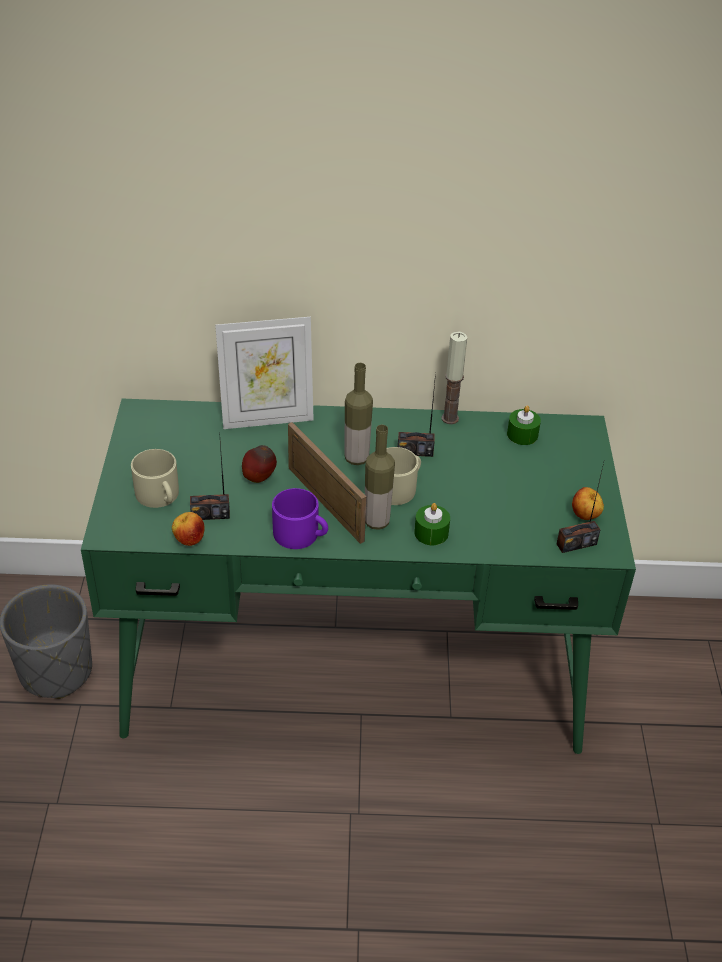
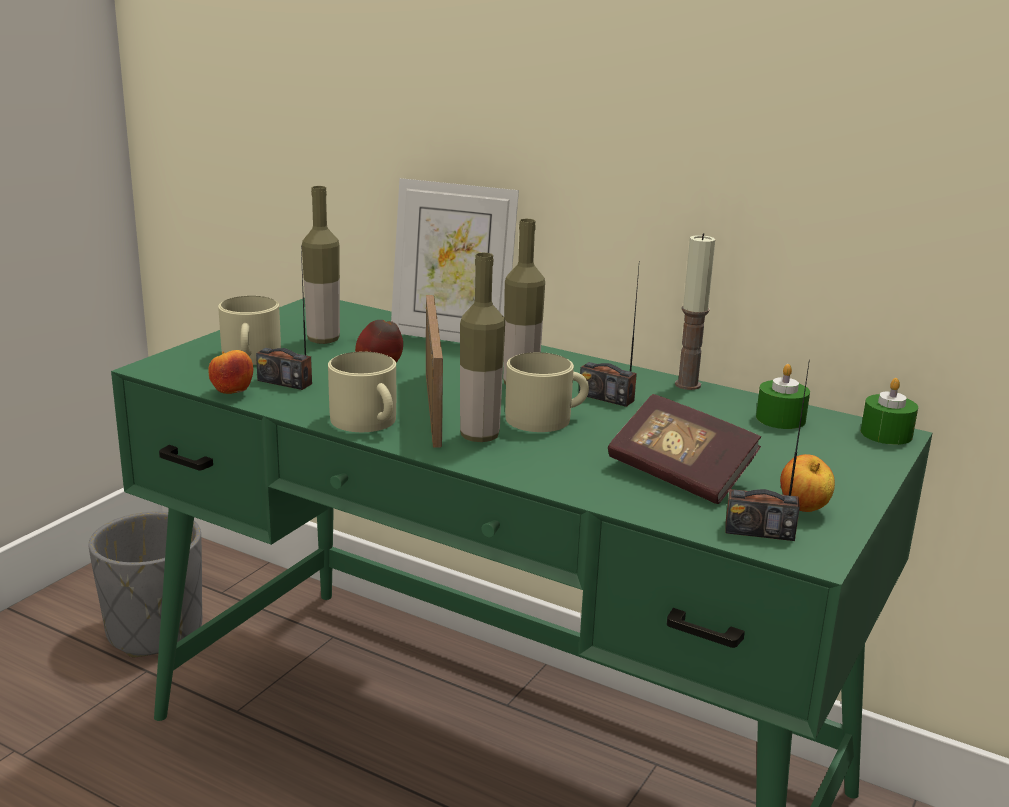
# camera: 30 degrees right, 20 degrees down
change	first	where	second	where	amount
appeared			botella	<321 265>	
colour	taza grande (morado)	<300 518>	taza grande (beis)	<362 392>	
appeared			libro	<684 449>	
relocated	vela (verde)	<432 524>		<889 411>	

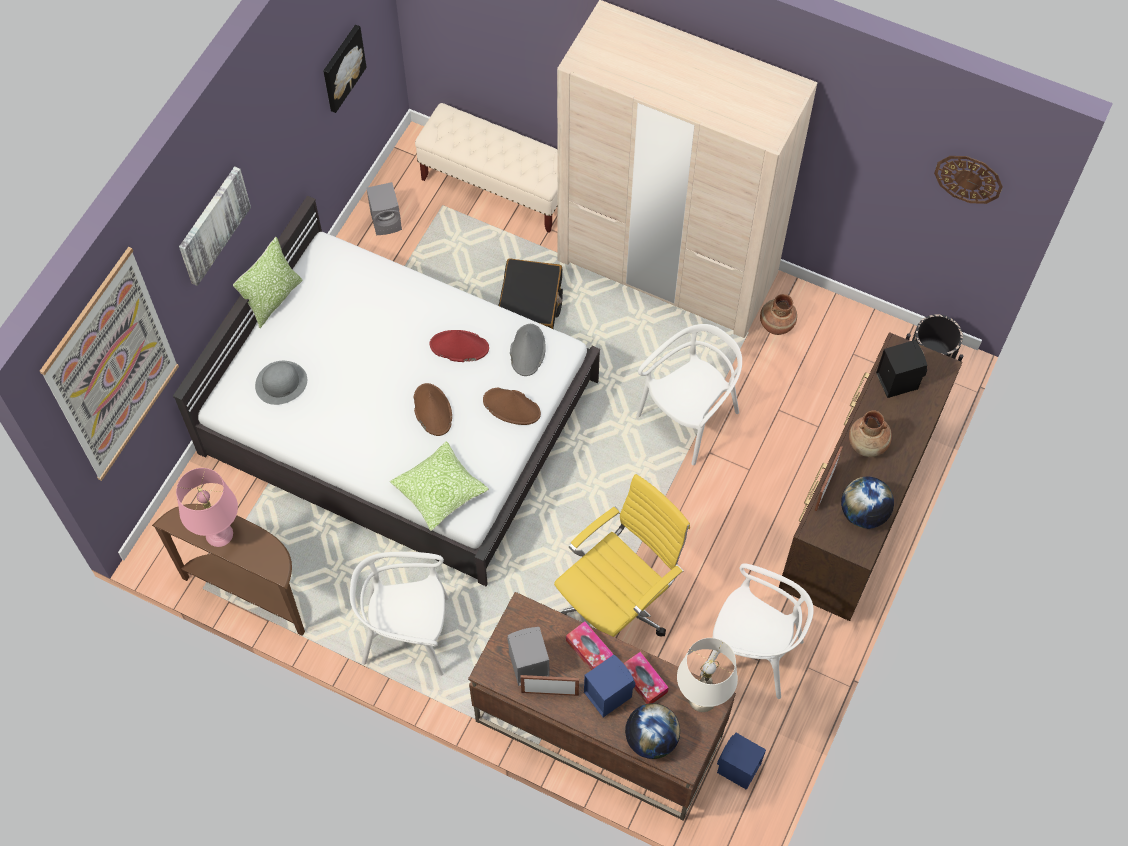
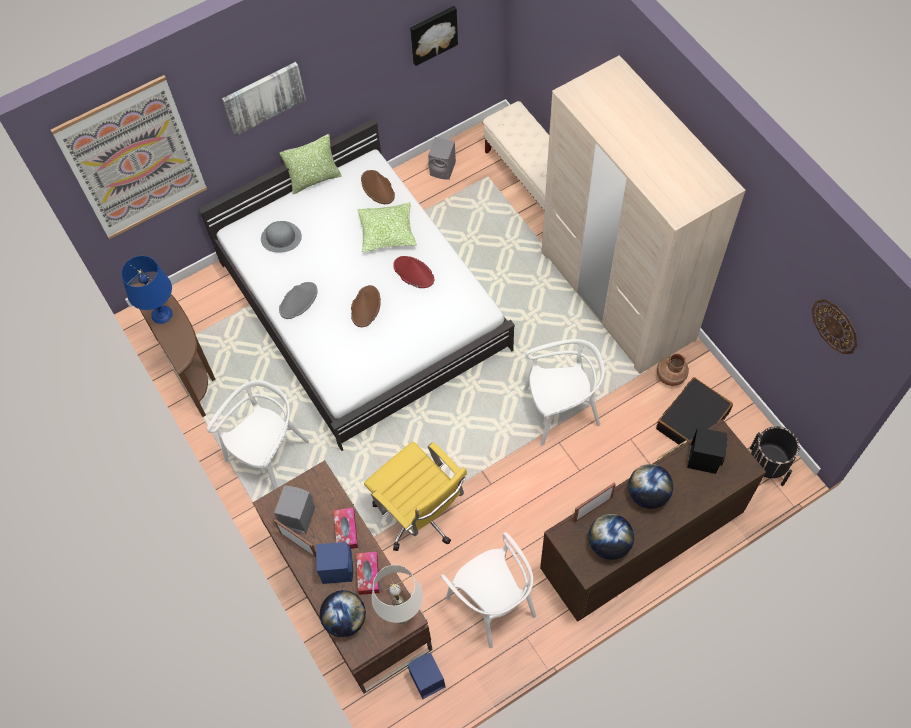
# camera: 35 degrees right, 0 degrees up
change	first	where	second	where	amount
colour	lámpara de mesa (rosa)	<207 507>	lámpara de mesa (azul)	<146 290>	
spun	silla (blanco)	<399 614>		<258 435>	90 degrees clockwise
relocated	sombrero (gris)	<528 350>		<298 300>	
relocated	cojín	<439 486>		<387 227>	
relocated	sombrero (marrón)	<512 406>		<378 187>	
spun	silla de oficina (amarillo)	<622 555>		<415 496>	60 degrees clockwise
exchanged	florero (marrón)	<870 433>	globo terráqueo	<650 486>	
relocated	maleta (negro)	<530 293>		<694 411>	

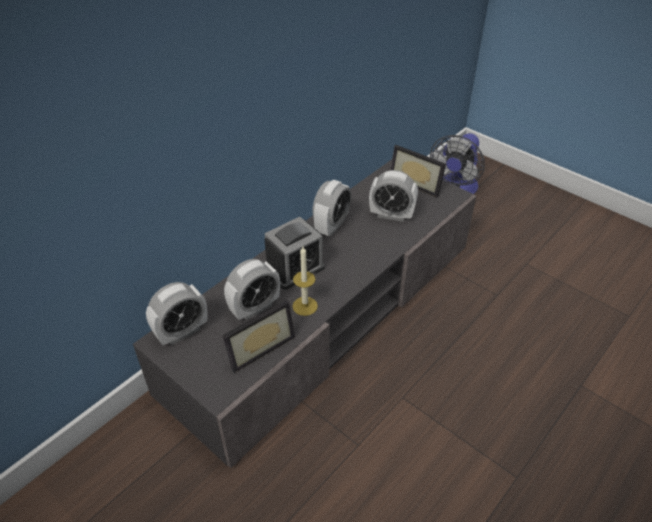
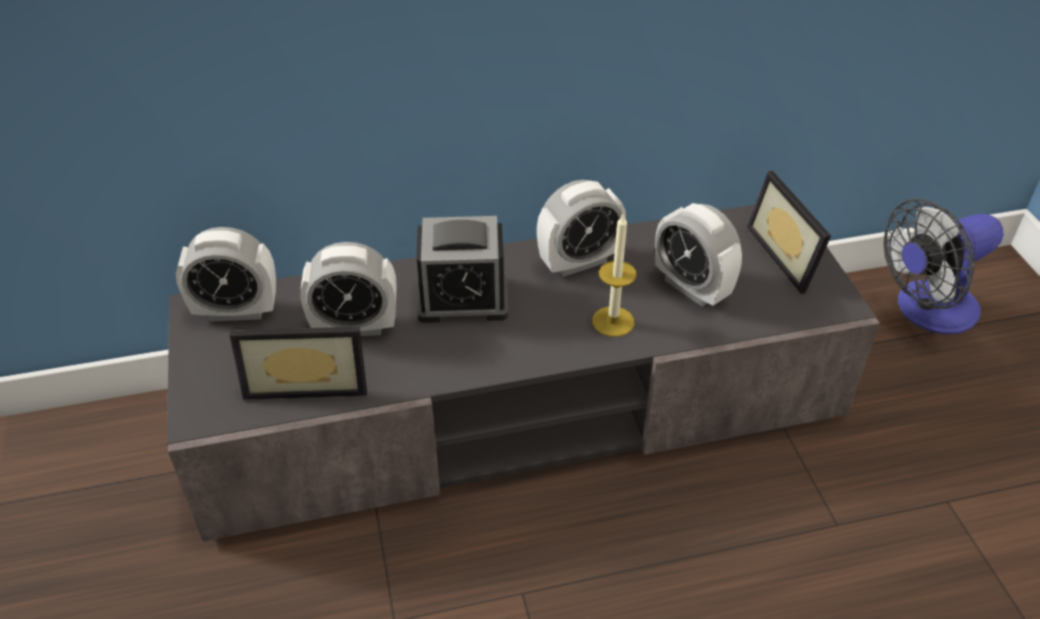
# camera: 35 degrees right, 0 degrees up
change	first	where	second	where	amount
relocated	vela	<305 281>		<614 275>	

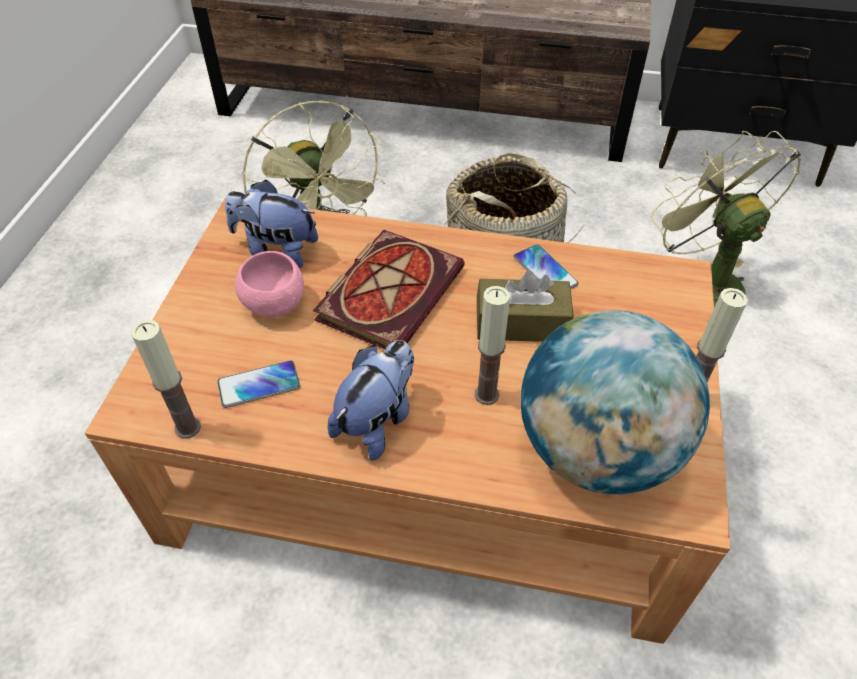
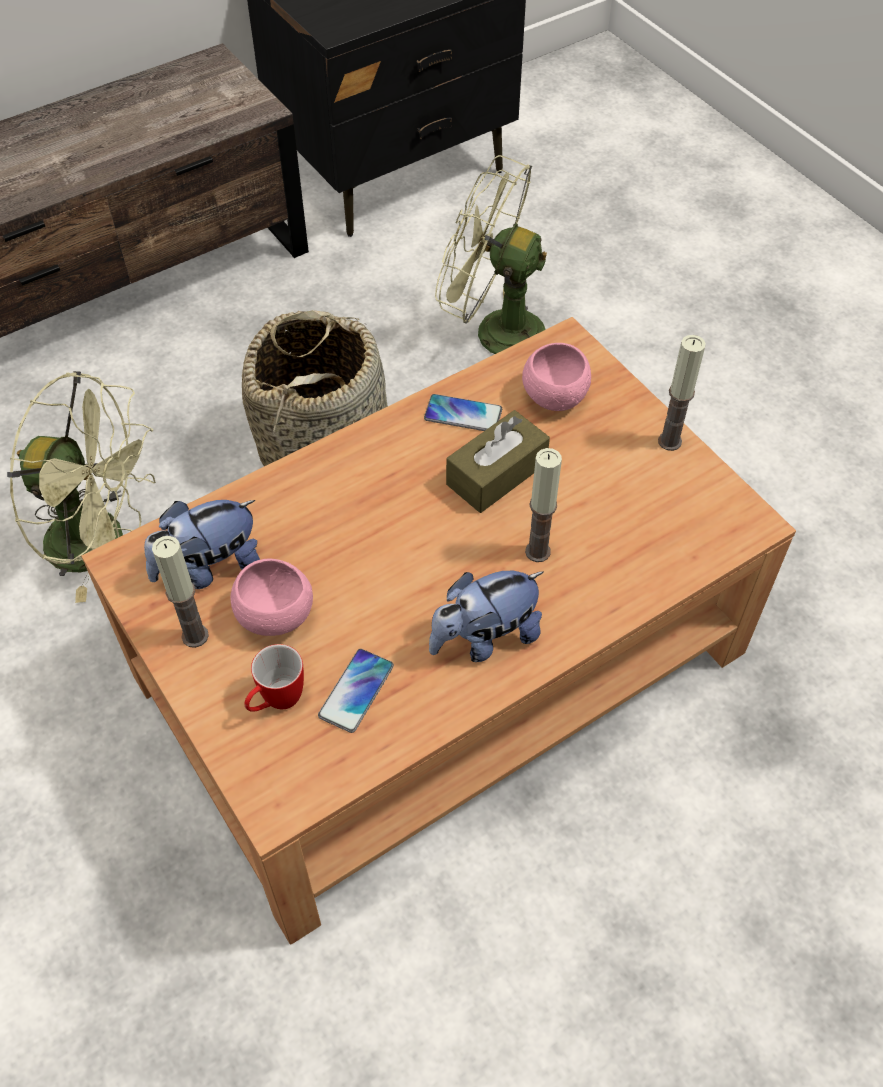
# camera: 45 degrees left, 5 degrees up
change	first	where	second	where	amount
relocated	vela	<166 379>		<180 592>	
appeared			taza grande	<274 678>	
spun	peluche	<371 400>		<486 616>	105 degrees counterclockwise
appeared			cuenco (rosa)	<556 377>	
missing	libro	<388 289>			
missing	globo terráqueo	<615 402>			

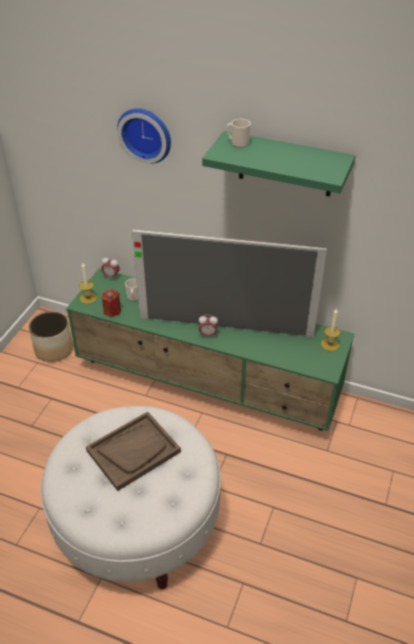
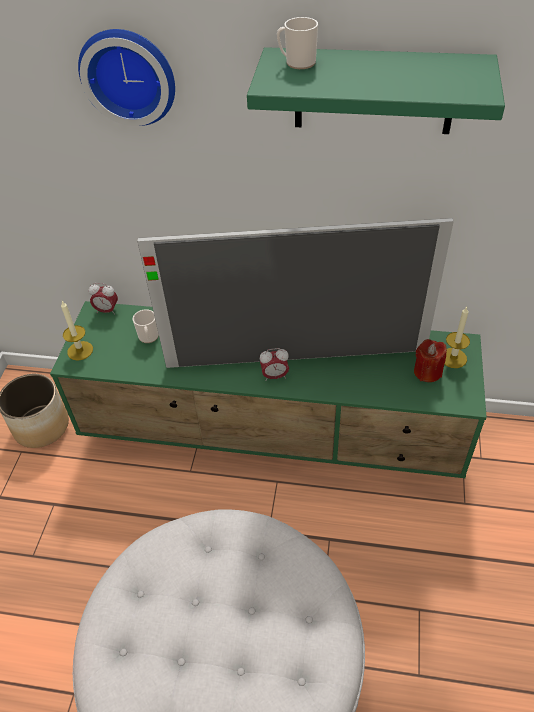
# camera: 10 degrees left, 5 degrees up
change	first	where	second	where	amount
relocated	vela (rojo)	<111 303>		<430 360>	
missing	bandeja (marrón)	<133 451>			

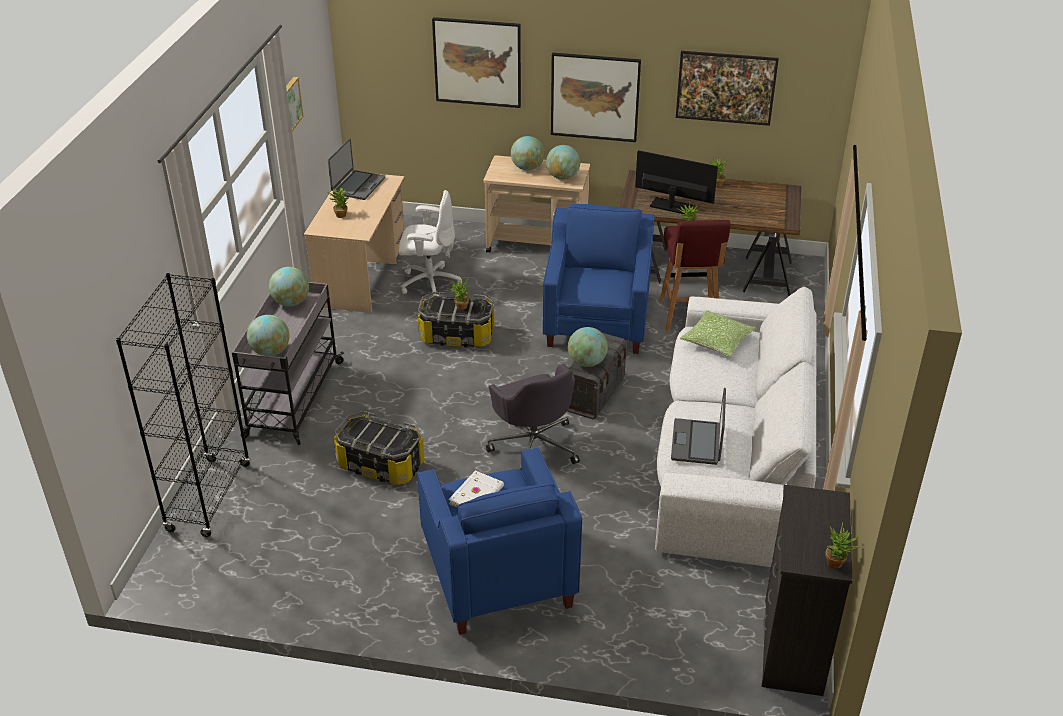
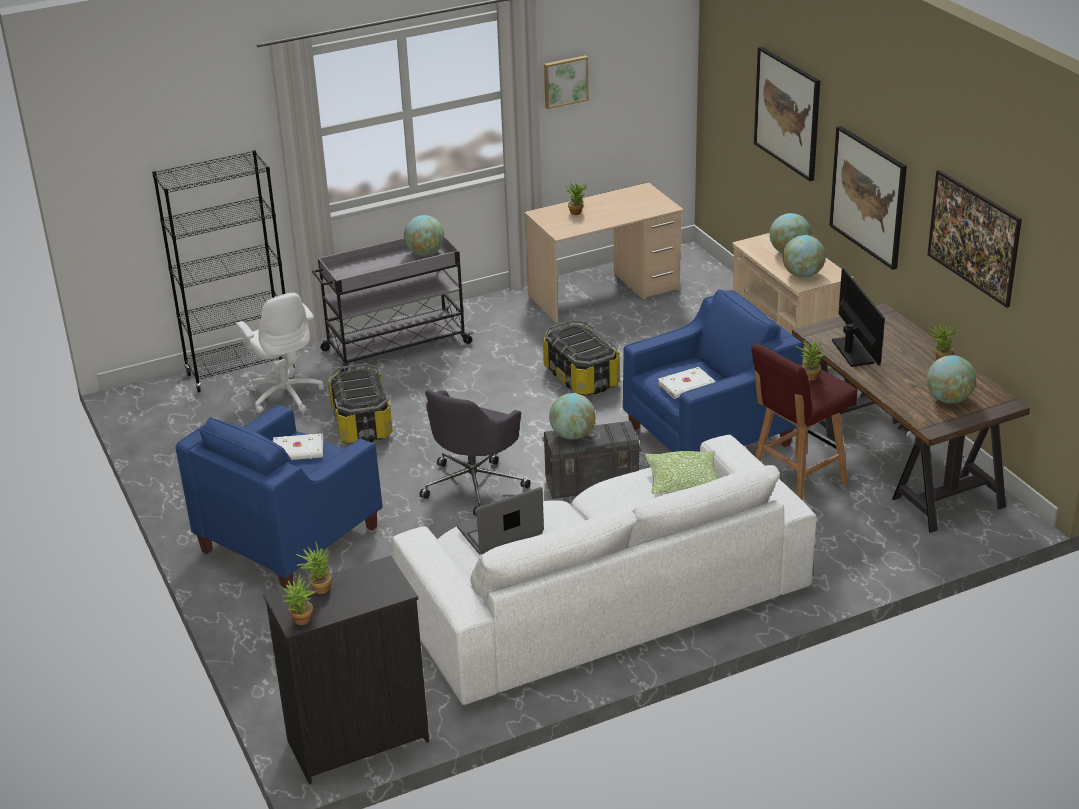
# camera: 55 degrees right, 5 degrees down
change	first	where	second	where	amount
relocated	silla de oficina (blanco)	<430 243>		<280 353>	
relocated	planta en maceta	<458 295>		<314 568>	
appeared			libro (blanco)	<687 383>	
relocated	globo terráqueo	<268 335>		<951 379>	
missing	portátil	<356 169>			

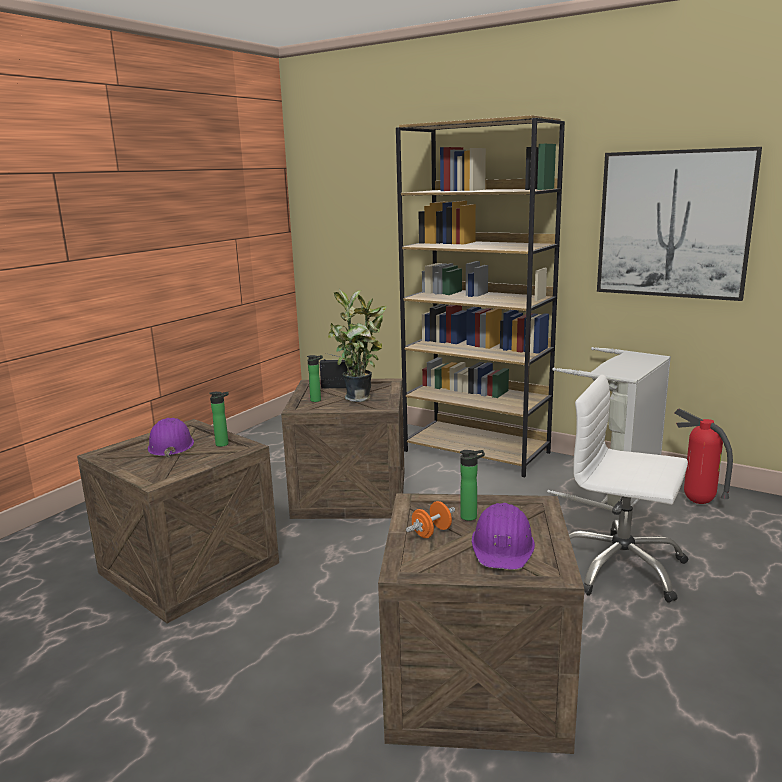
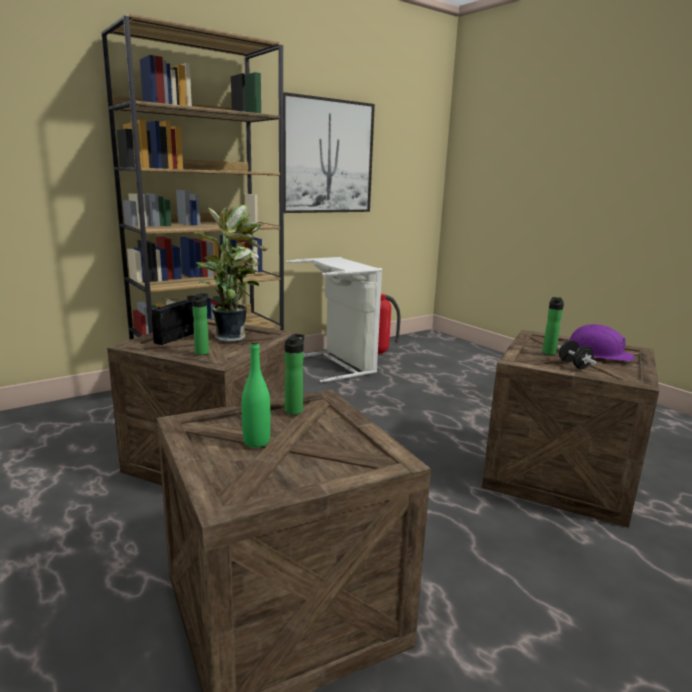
# camera: 70 degrees left, 0 degrees up
change	first	where	second	where	amount
exchanged	casco (morado)	<171 438>	botella (verde)	<256 394>	
colour	mancuerna (naranja)	<430 519>	mancuerna (negro)	<576 354>	
missing	silla de oficina (blanco)	<628 489>			

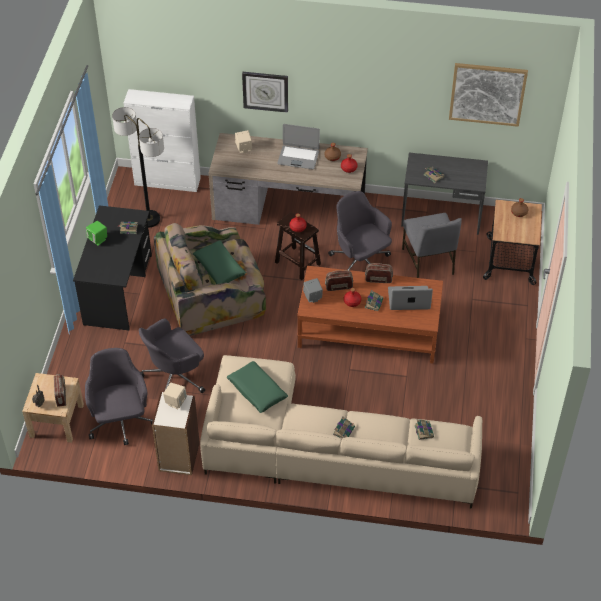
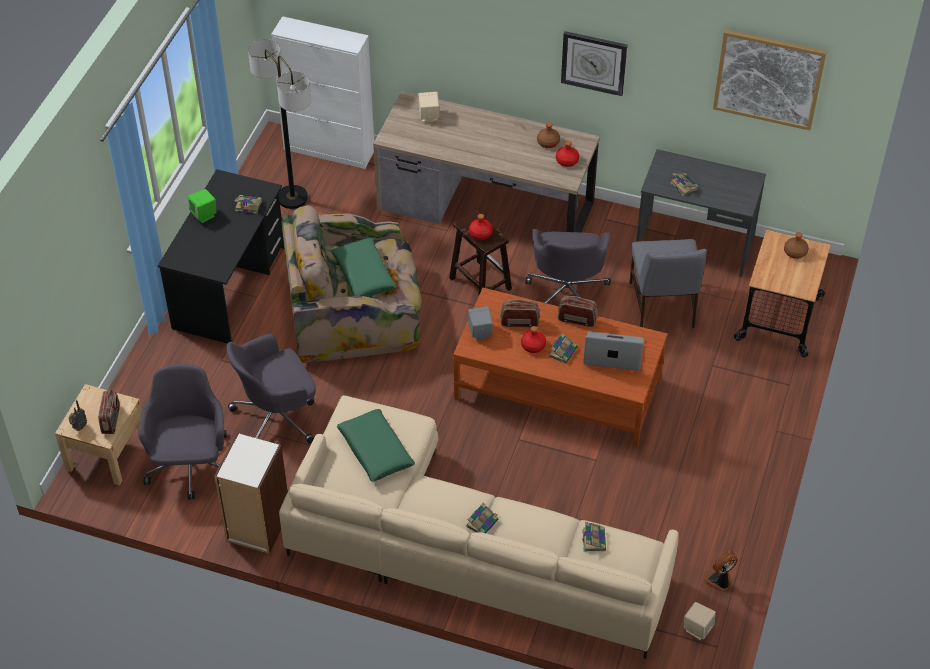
# camera: 10 degrees right, 0 degrees up
change	first	where	second	where	amount
spun	silla de oficina (gris)	<360 230>		<568 266>	150 degrees counterclockwise
relocated	reloj de pared	<265 92>		<594 63>	
relocated	altavoz (beis)	<175 396>		<699 621>	
appeared			ventilador	<721 571>	
missing	portátil	<298 146>			

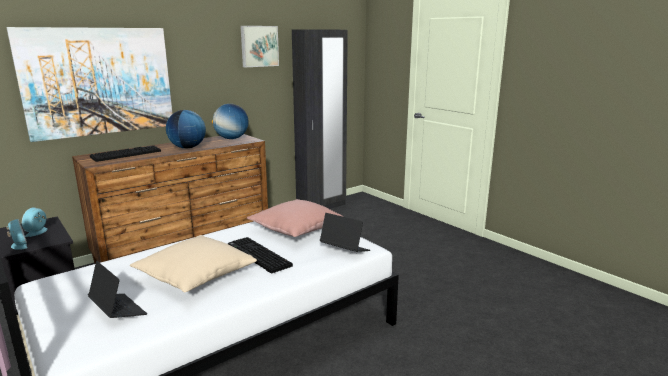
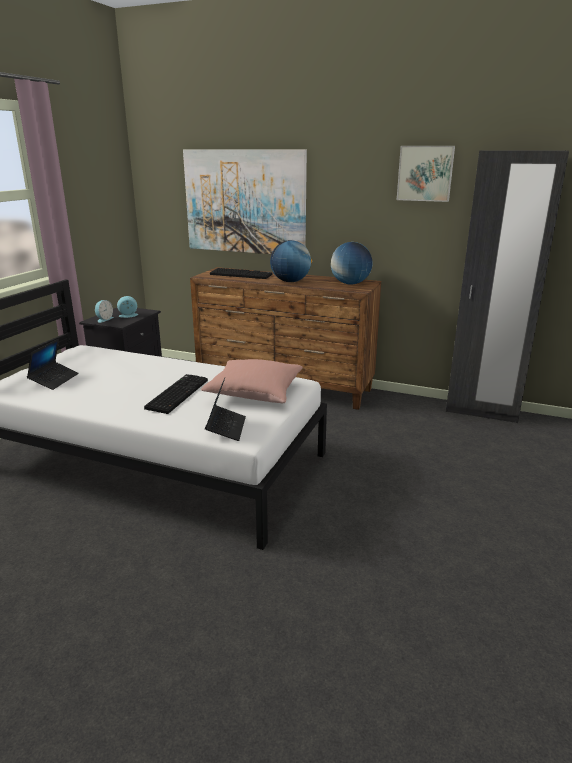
# camera: 60 degrees right, 5 degrees up
change	first	where	second	where	amount
missing	cojín (beis)	<193 263>			

